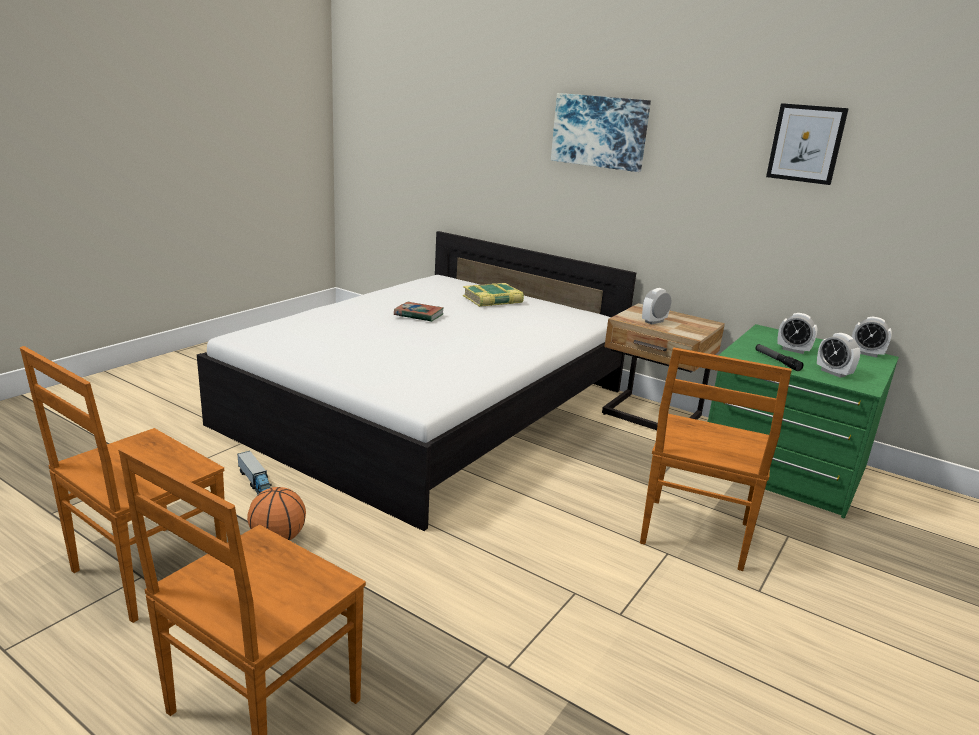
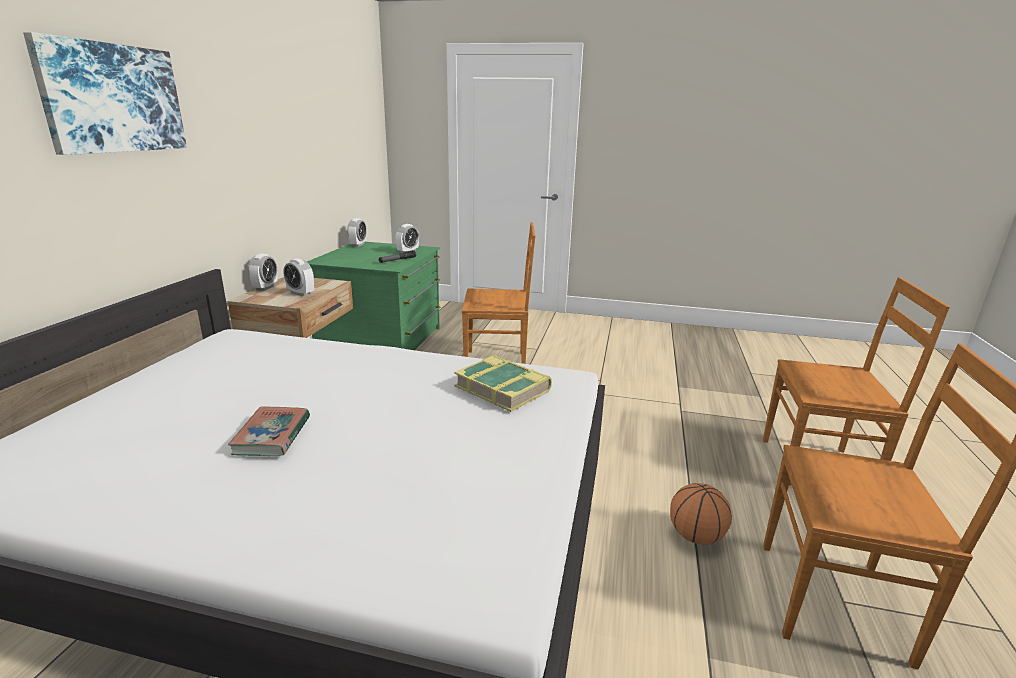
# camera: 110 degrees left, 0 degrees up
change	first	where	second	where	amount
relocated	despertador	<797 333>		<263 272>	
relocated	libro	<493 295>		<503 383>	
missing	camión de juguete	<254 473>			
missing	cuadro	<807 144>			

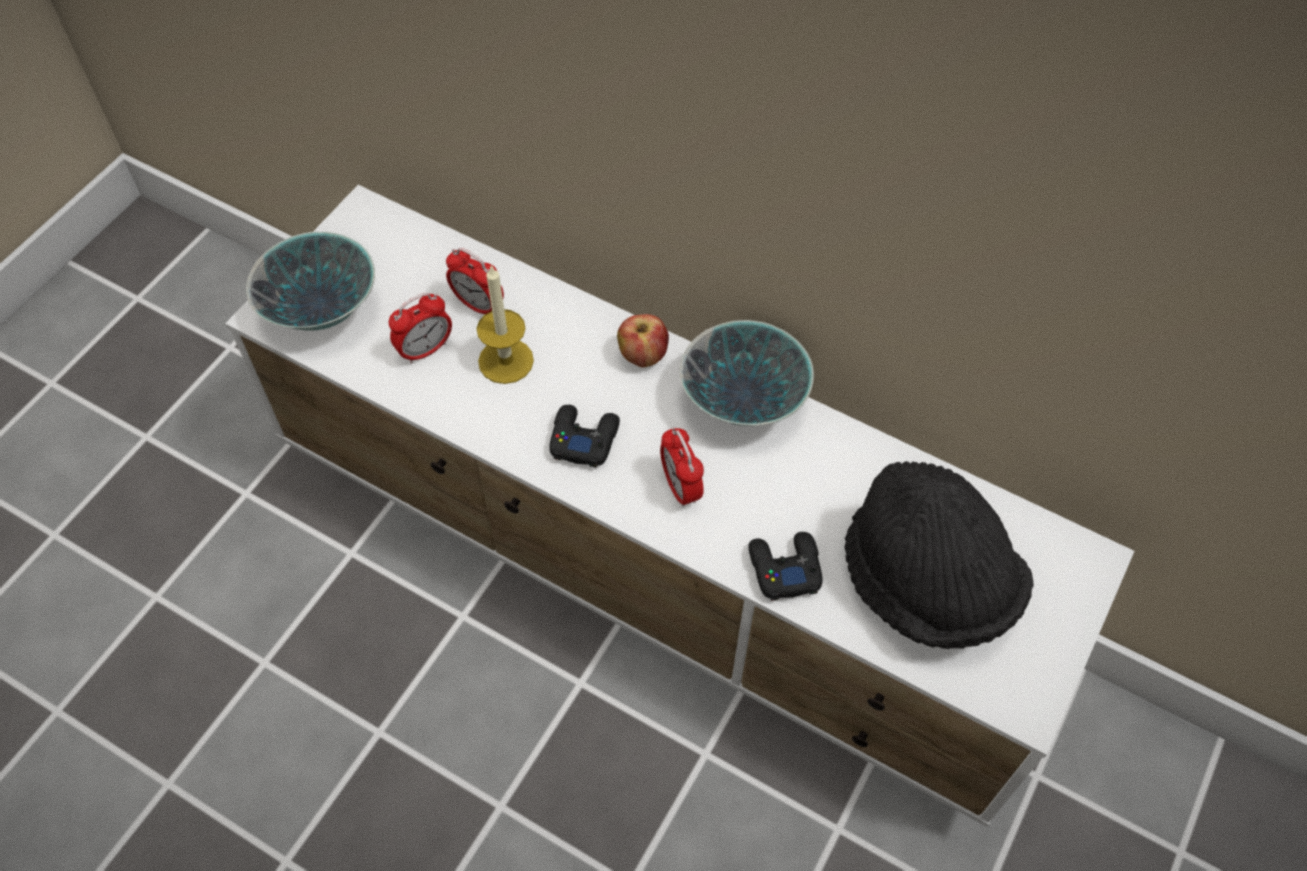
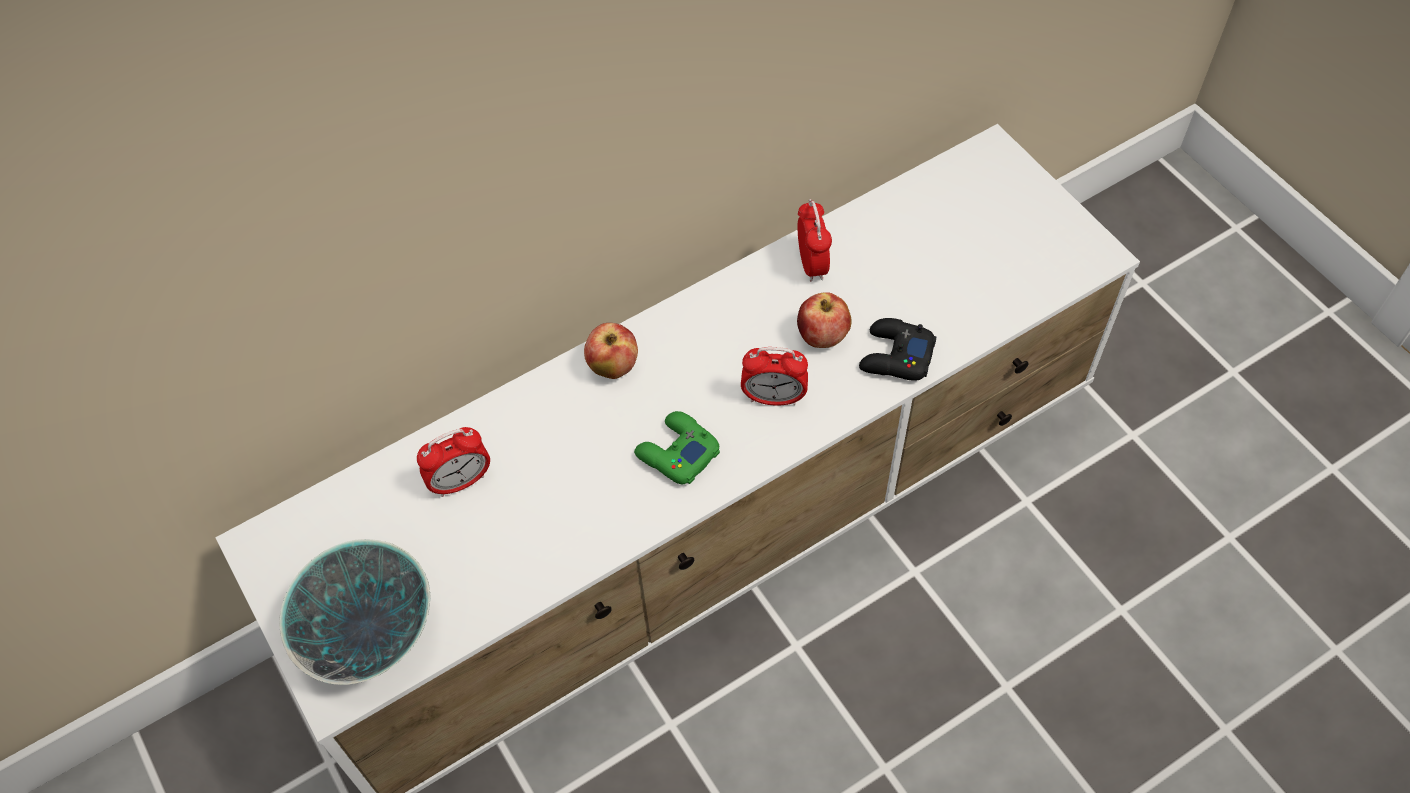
# camera: 60 degrees left, 0 degrees up
change	first	where	second	where	amount
colour	mando de consola (negro)	<584 436>	mando de consola (verde)	<677 447>	
relocated	despertador	<420 328>		<814 240>	
appeared			manzana	<824 320>	
missing	vela	<505 324>			
missing	cuenco	<746 373>			
missing	sombrero (negro)	<939 555>			

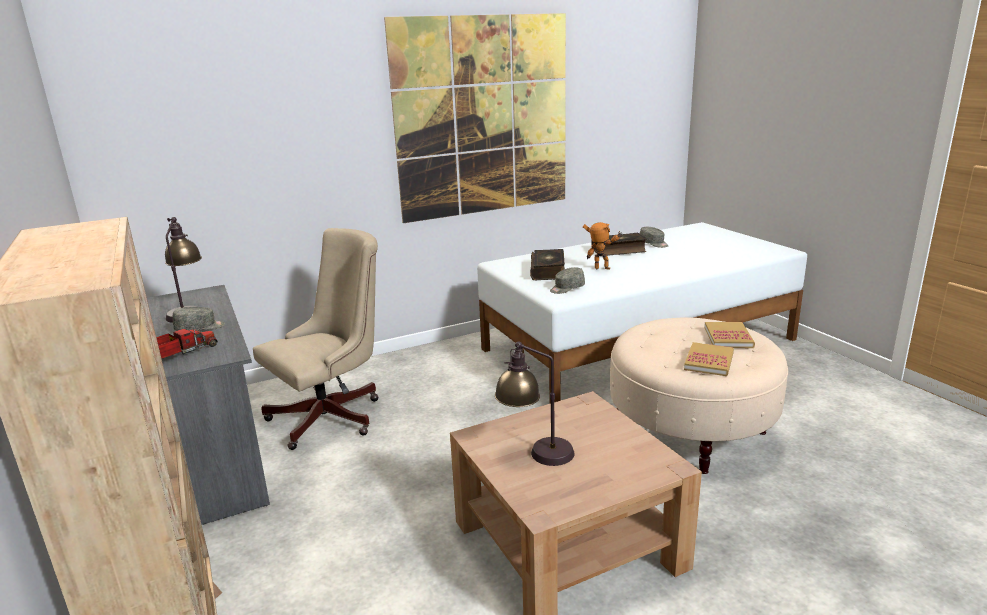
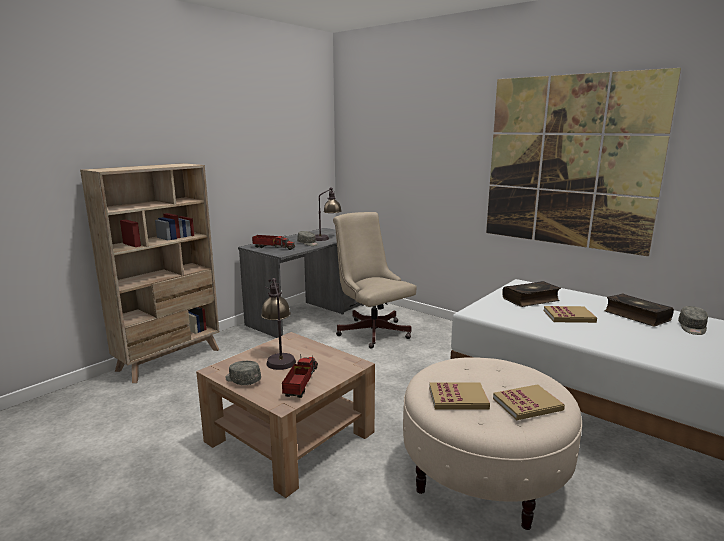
# camera: 65 degrees right, 5 degrees down
change	first	where	second	where	amount
relocated	gorra (gris)	<567 280>		<243 373>	
appeared			camión de juguete	<300 376>	
spun	silla de oficina (beis)	<315 339>		<375 280>	150 degrees counterclockwise
exchanged	robot de juguete	<603 246>	libro	<570 314>	

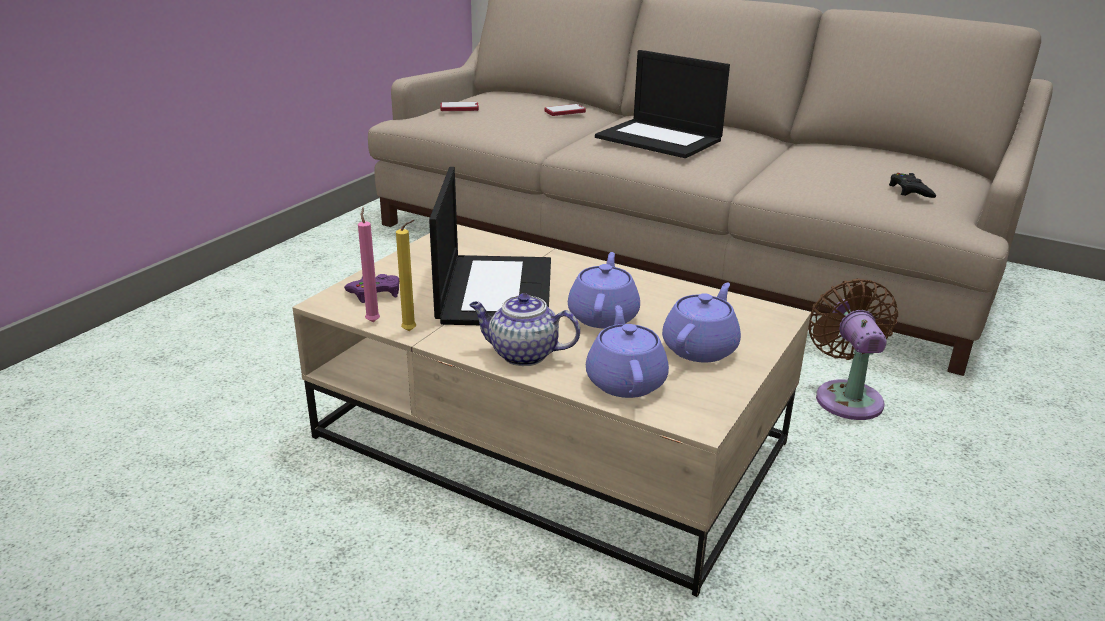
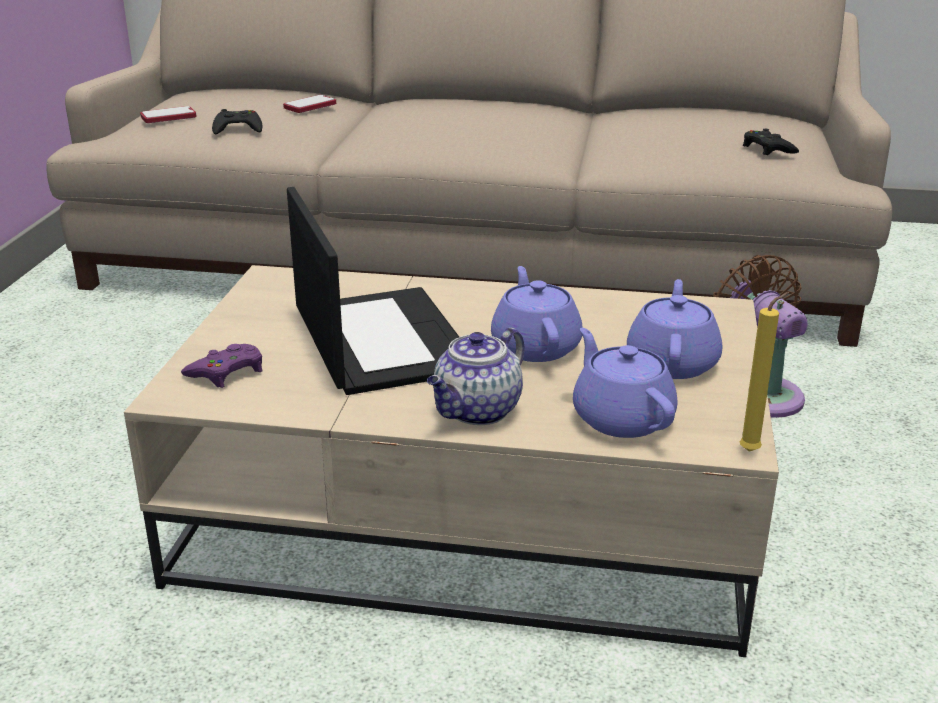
# camera: 20 degrees left, 0 degrees up
change	first	where	second	where	amount
appeared			mando de consola (negro)	<237 121>	
spun	tetera	<524 329>		<475 376>	45 degrees counterclockwise
relocated	vela (amarillo)	<406 275>		<764 372>	
missing	vela (rosa)	<369 264>			
missing	portátil	<662 104>			

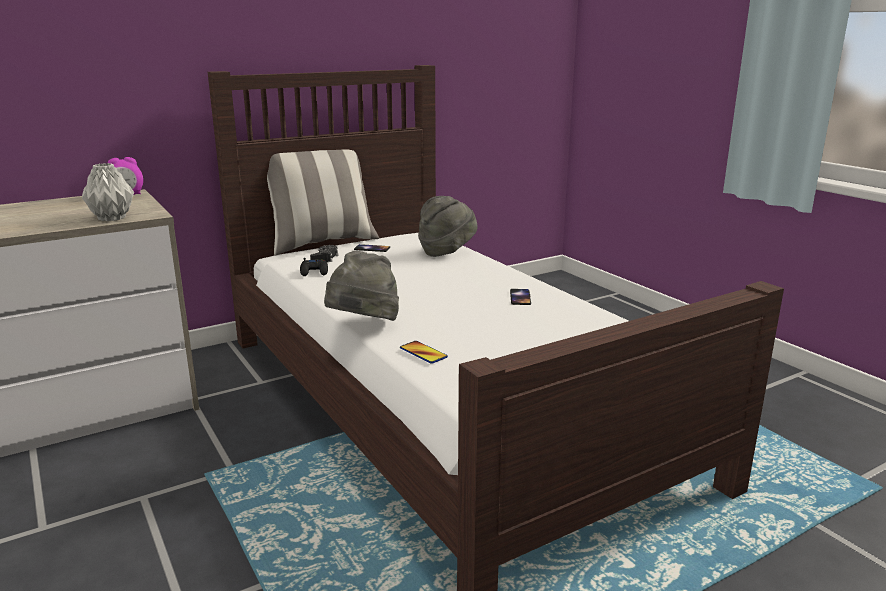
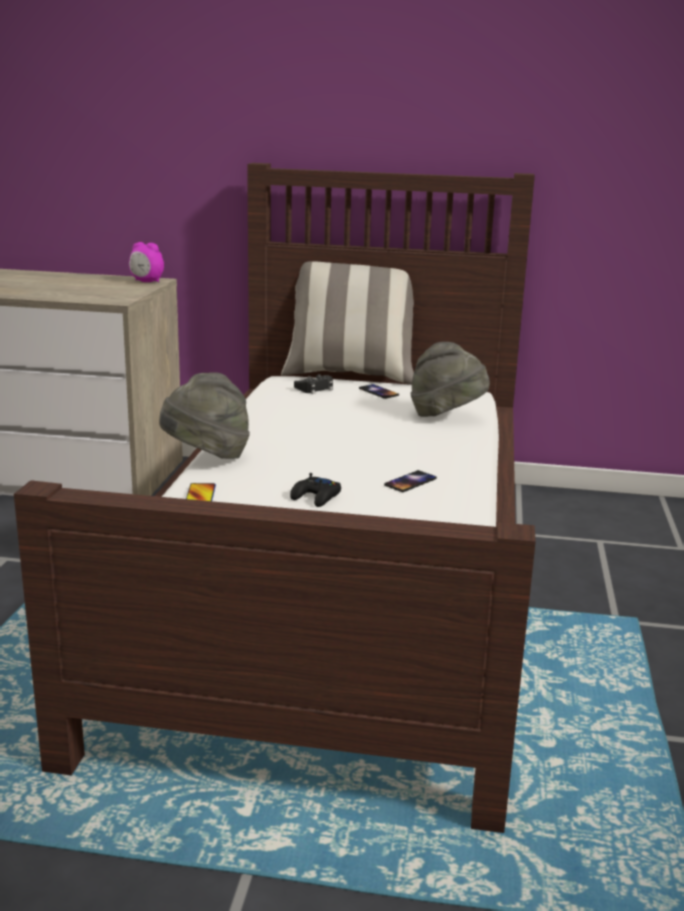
# camera: 40 degrees right, 0 degrees up
change	first	where	second	where	amount
relocated	mando de consola (negro)	<314 267>		<315 490>	
missing	florero (gris)	<108 192>			

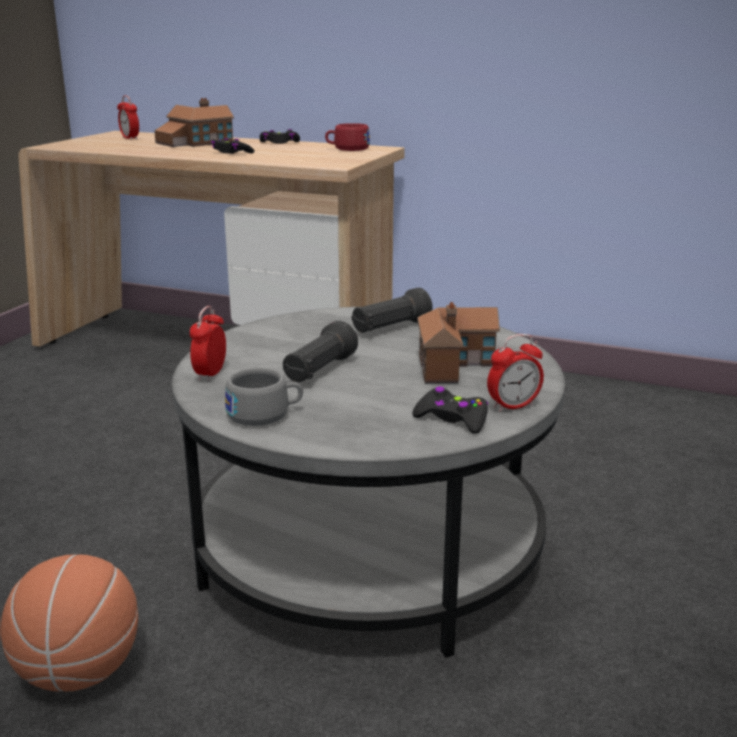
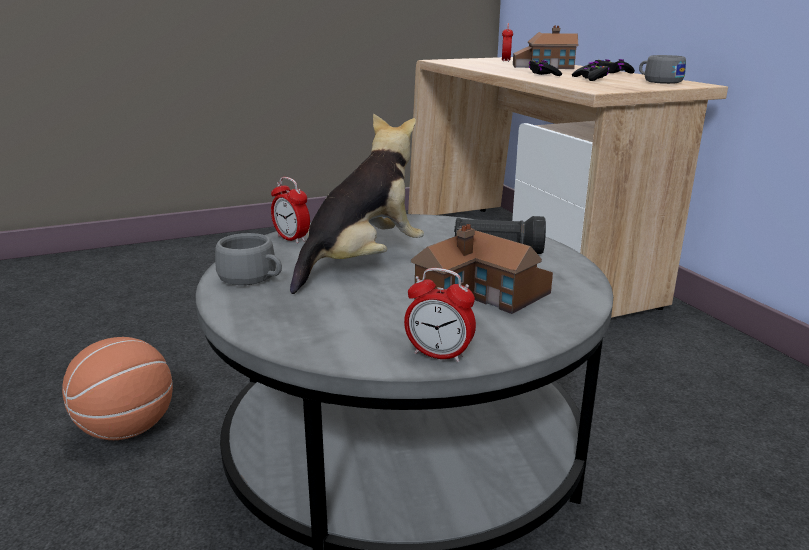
# camera: 45 degrees right, 0 degrees up
change	first	where	second	where	amount
spun	despertador	<208 343>		<290 210>	105 degrees counterclockwise
exchanged	linterna (negro)	<320 351>	peluche	<357 203>	
relocated	mando de consola (negro)	<450 410>		<591 71>	
colour	taza (rojo)	<347 137>	taza (gris)	<662 69>	

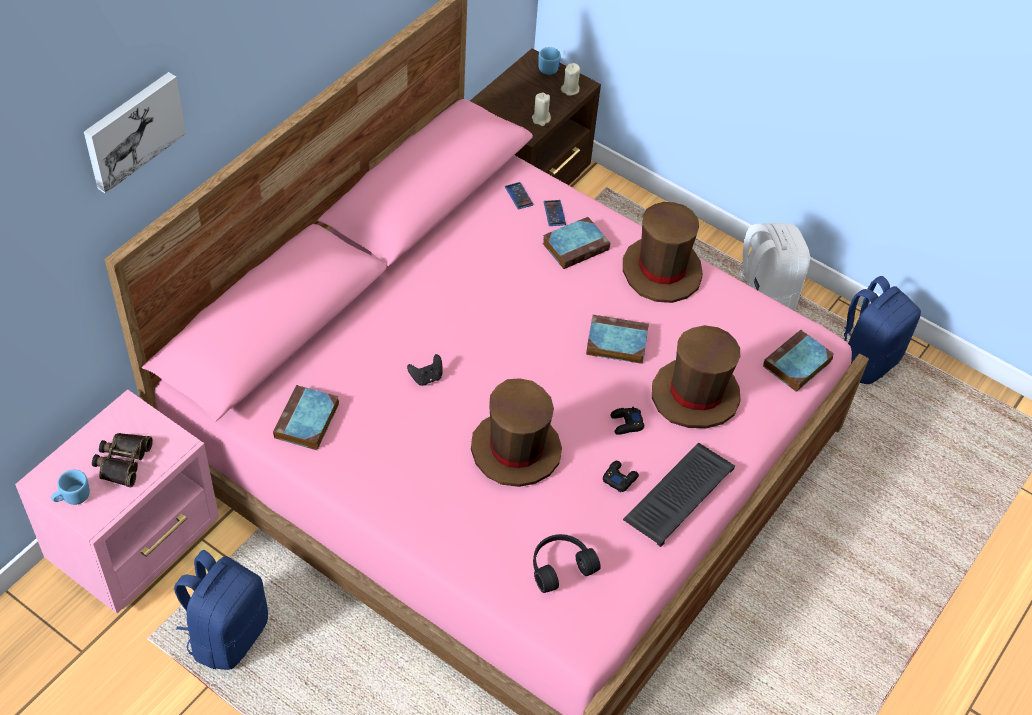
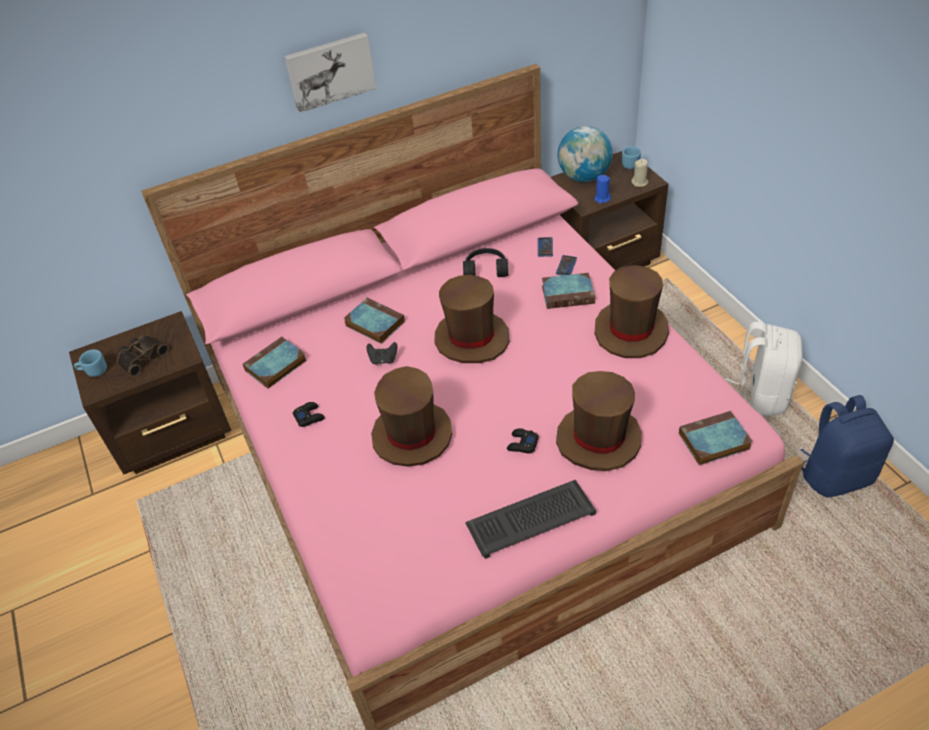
# camera: 35 degrees right, 5 degrees down
change	first	where	second	where	amount
colour	mesita de noche (rosa)	<117 501>	mesita de noche (marrón)	<150 392>	
relocated	cuadro	<135 133>		<330 73>	
relocated	mando de consola (negro)	<621 476>		<308 414>	
relocated	libro	<617 339>		<374 321>	
appeared			sombrero (marrón)	<472 319>	
relocated	auriculares (negro)	<567 563>		<485 262>	
appeared			globo terráqueo	<585 154>	
colour	vela (beis)	<541 109>	vela (azul)	<602 189>	
missing	mochila (azul)	<221 610>			

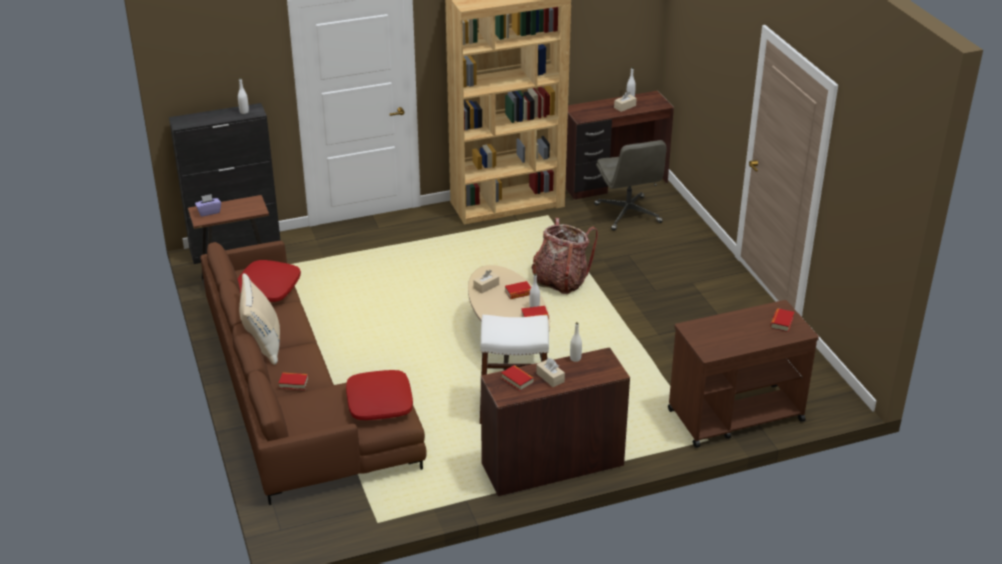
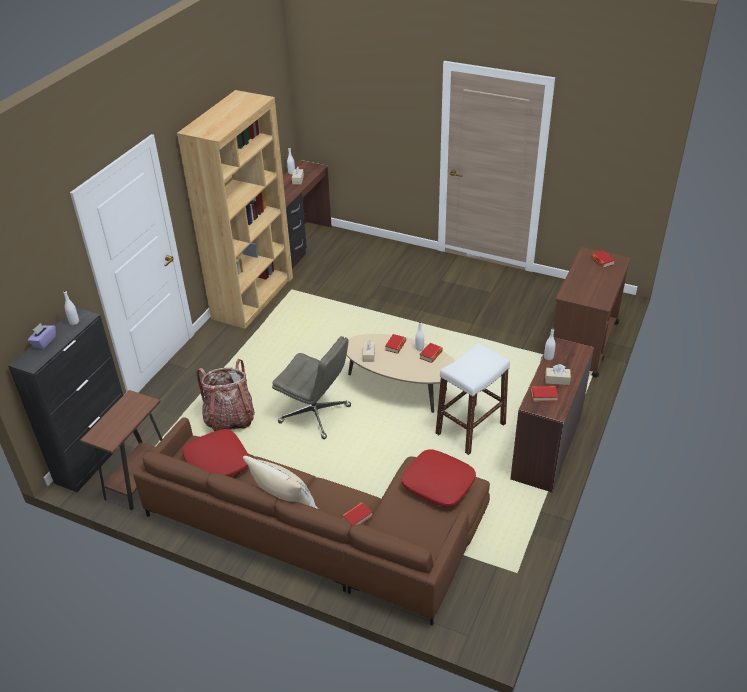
# camera: 45 degrees left, 5 degrees up
change	first	where	second	where	amount
relocated	caja de pañuelos (morado)	<208 205>		<42 336>	
relocated	mochila	<565 256>		<225 395>	
relocated	silla de oficina (gris)	<630 185>		<311 387>	

